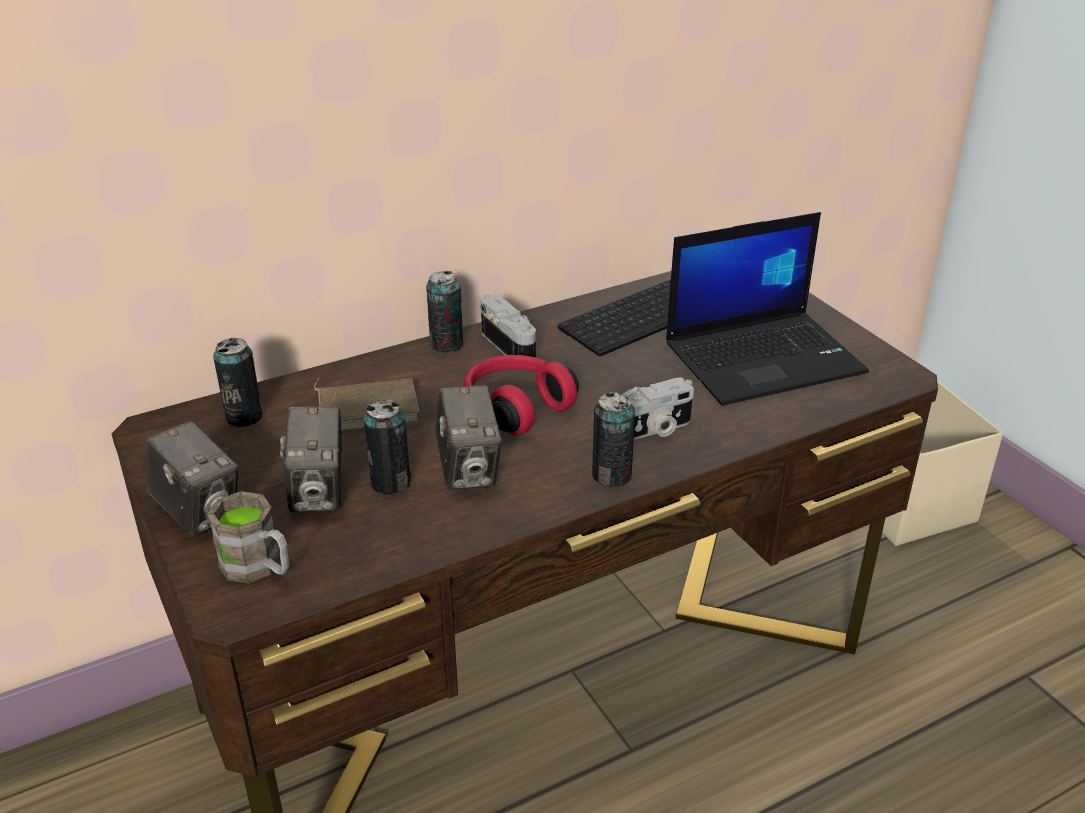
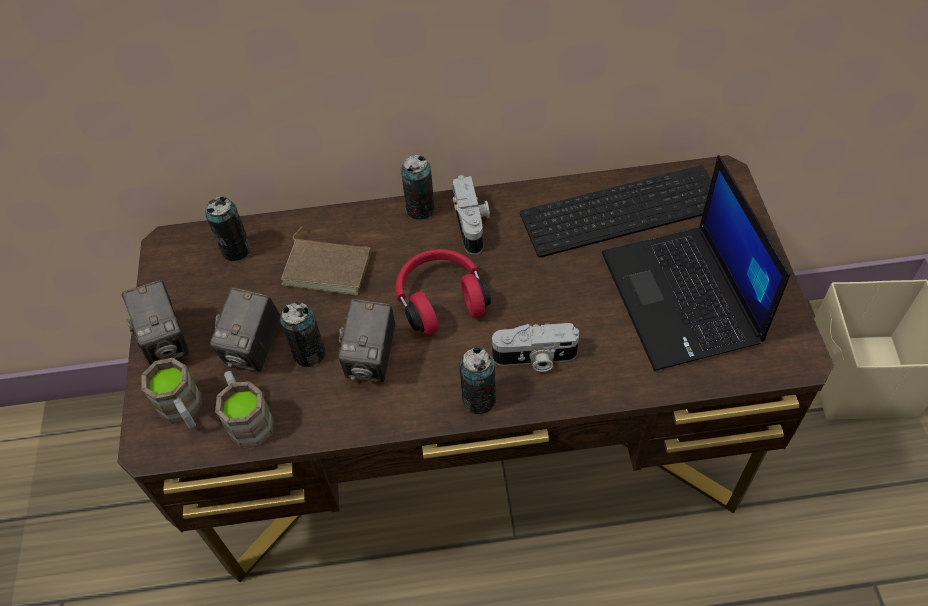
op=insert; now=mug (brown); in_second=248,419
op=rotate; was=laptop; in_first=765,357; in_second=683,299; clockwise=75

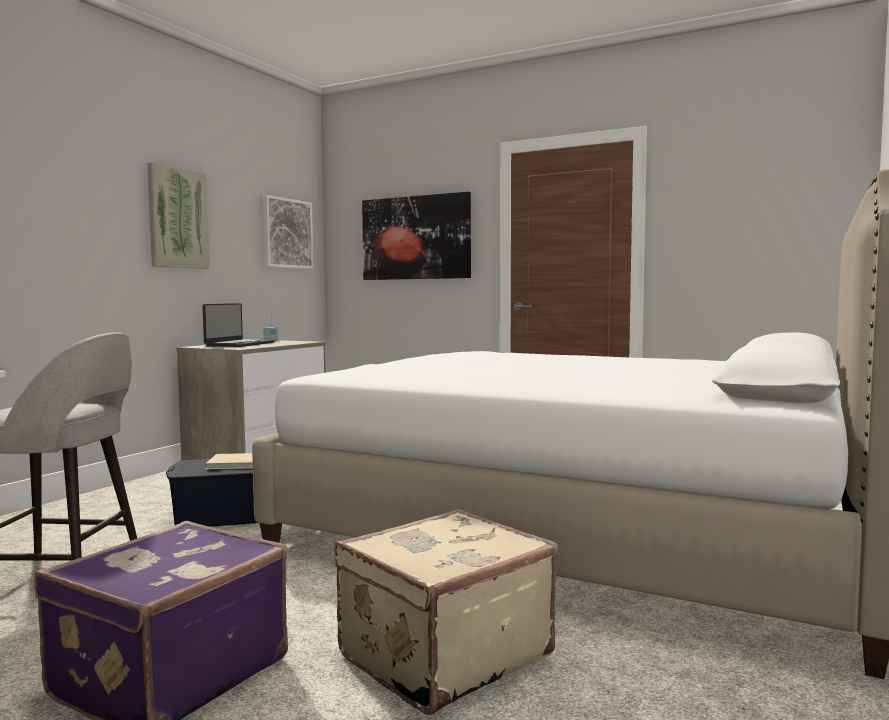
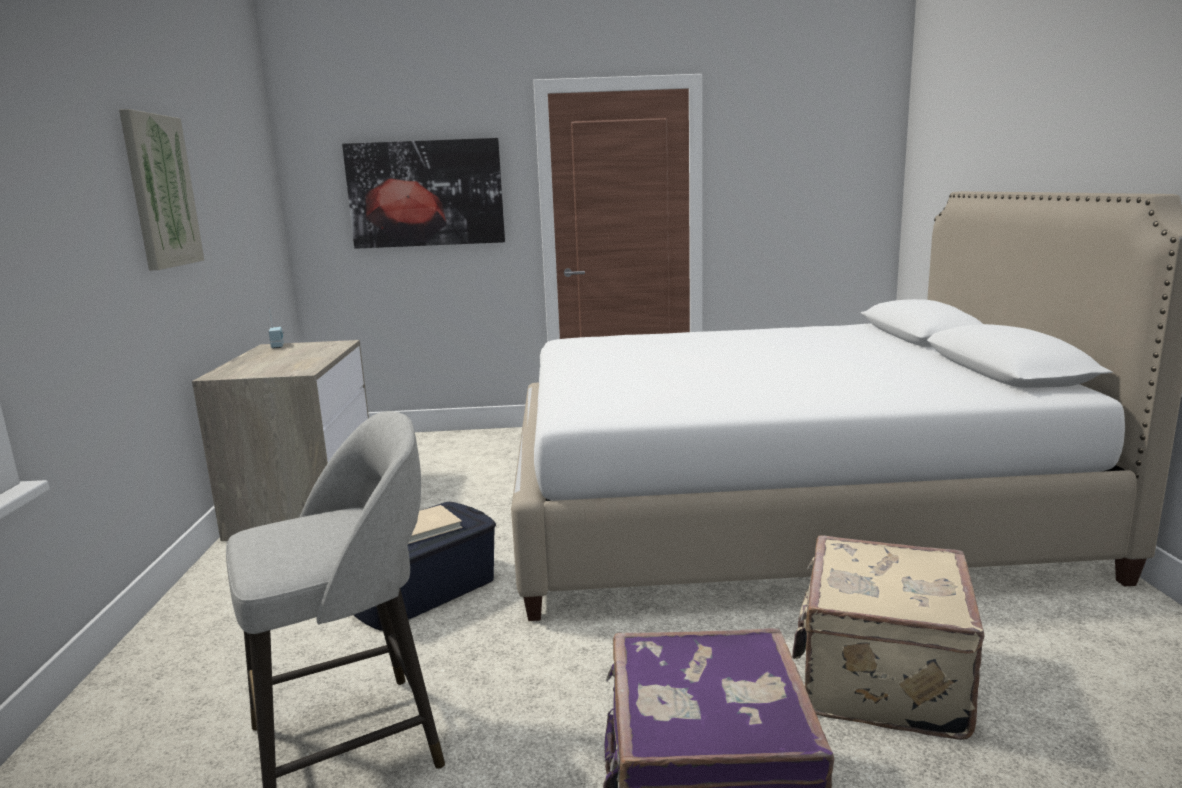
op=delete; was=laptop; in_first=239,344
op=delete; was=picture; in_first=287,233

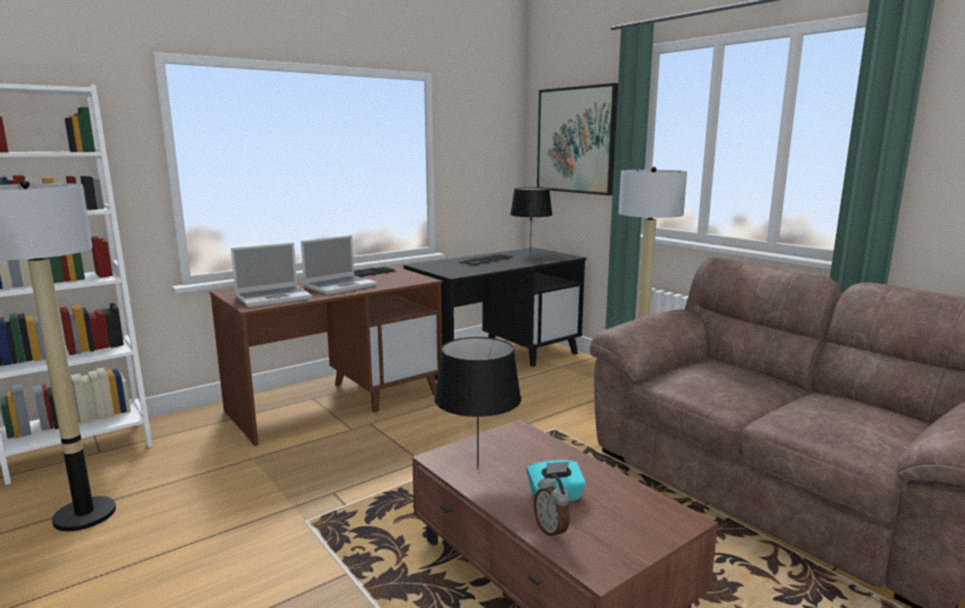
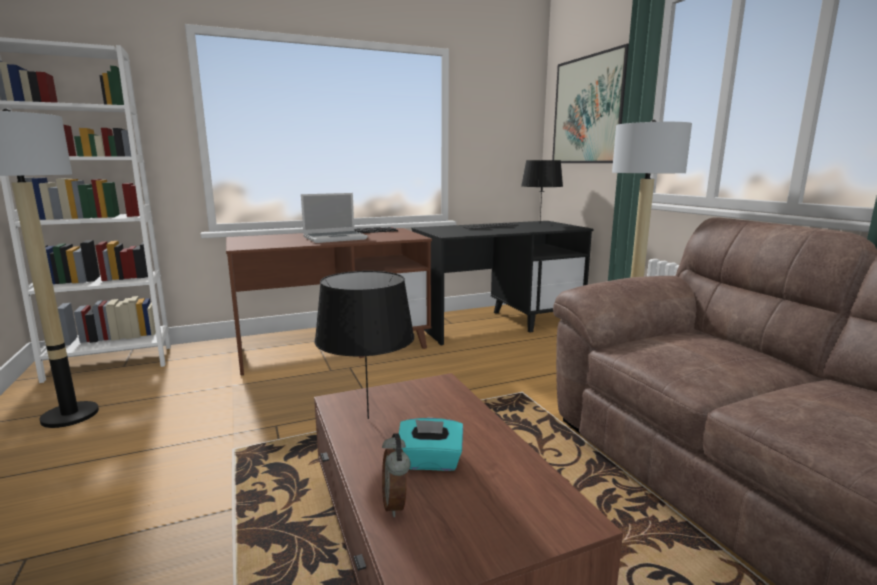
op=delete; was=laptop; in_first=274,298

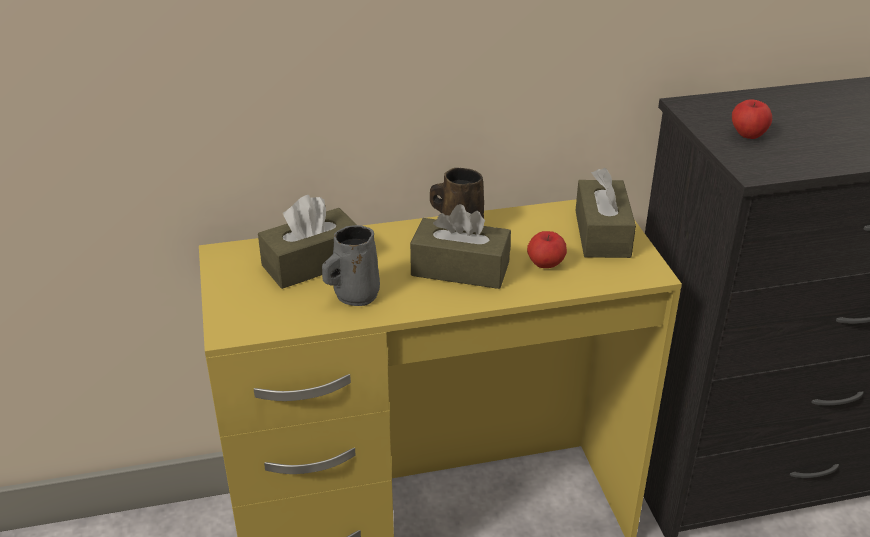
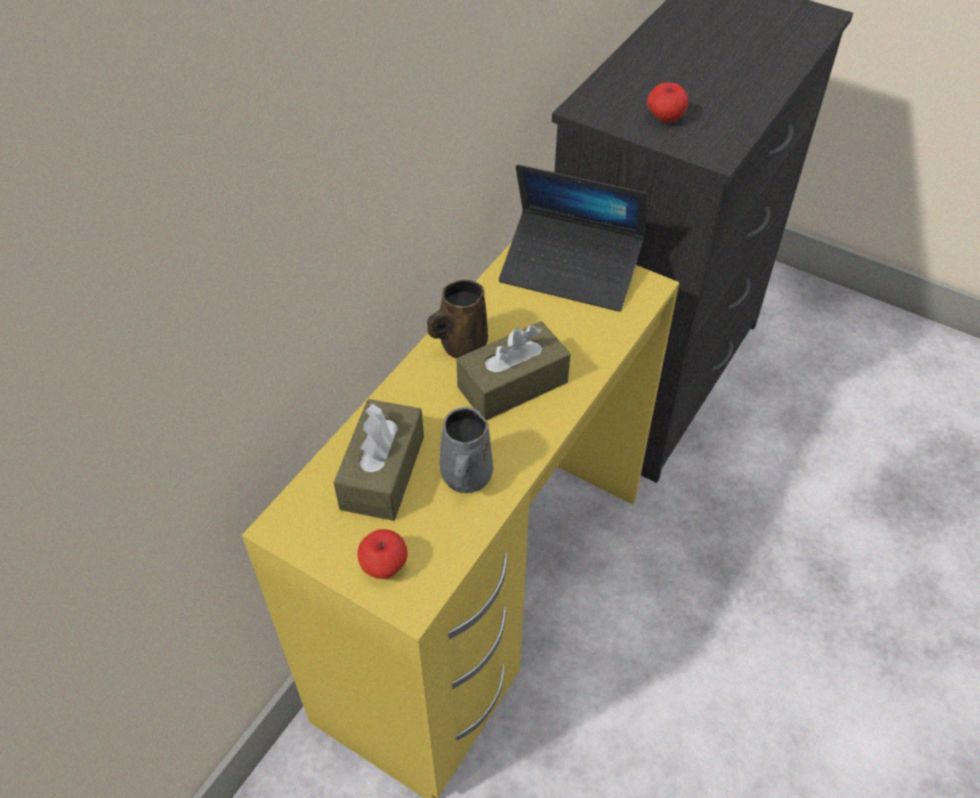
op=move; was=apple; in_first=545,265; in_second=384,566
op=replace; was=tissue box (brown); now=laptop; in_first=602,233; in_second=570,271

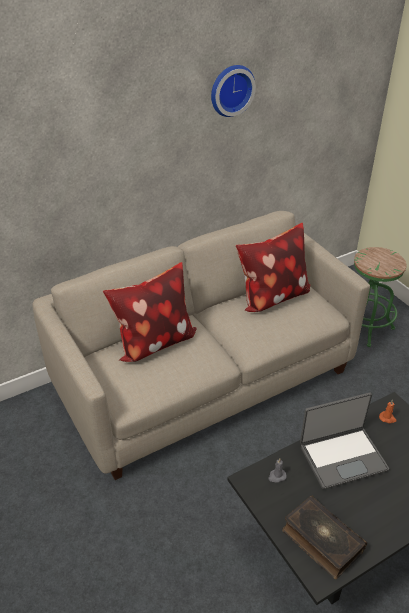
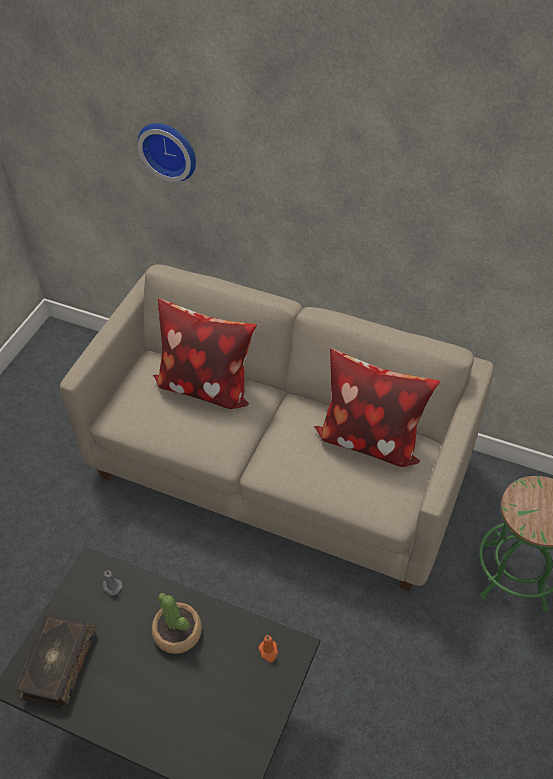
op=move; was=wall clock; in_first=230,89; in_second=169,149
op=replace; was=laptop; now=potted plant; in_first=342,456; in_second=178,632

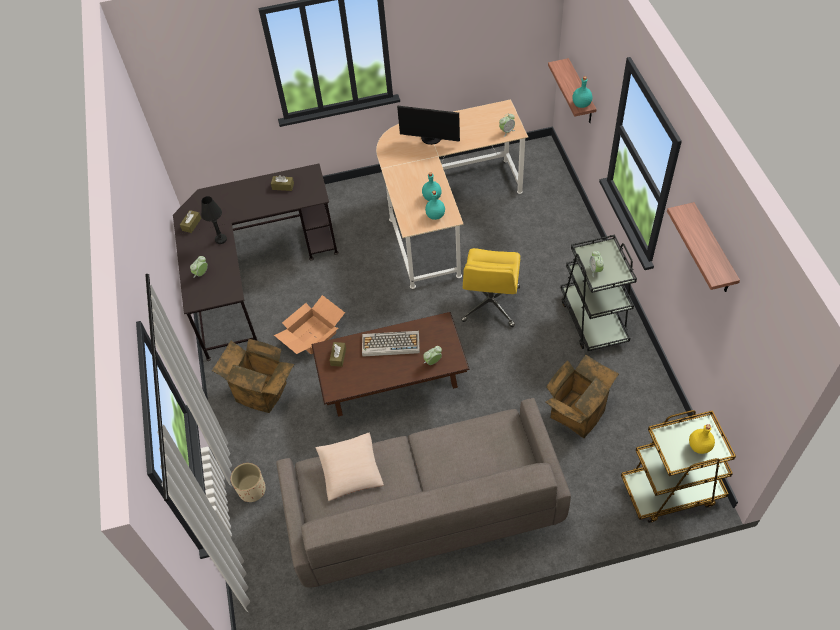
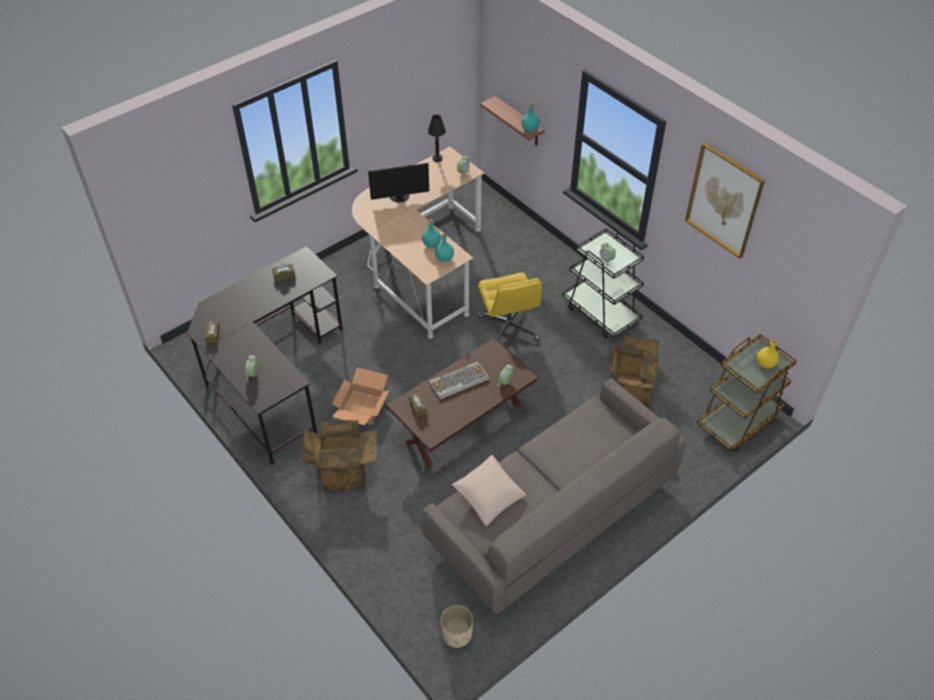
op=move; was=table lamp (black); in_first=221,239; in_second=437,158
op=move; was=planter (beige); in_first=252,490; in_second=457,634
op=replace; was=shelf; now=picture; in_first=712,251; in_second=724,200

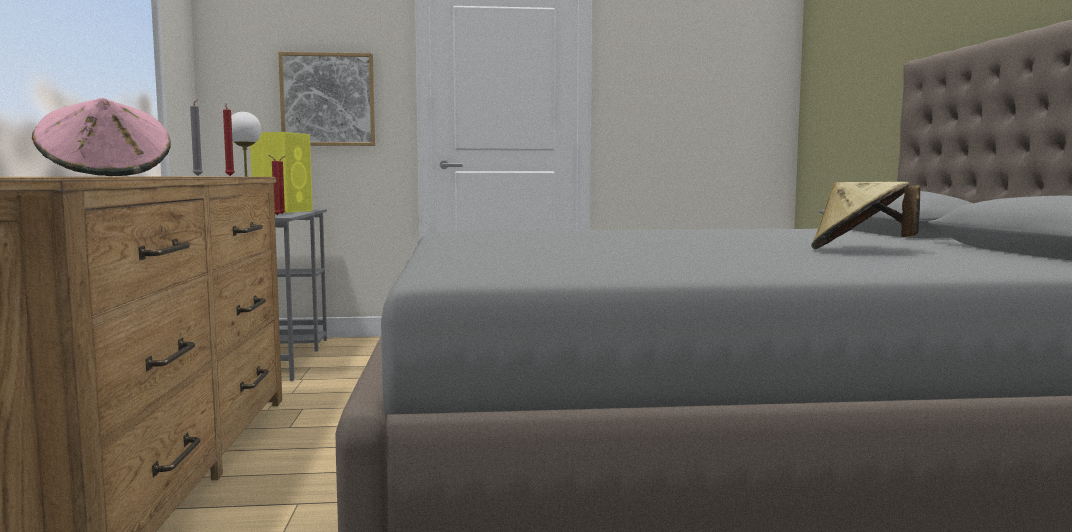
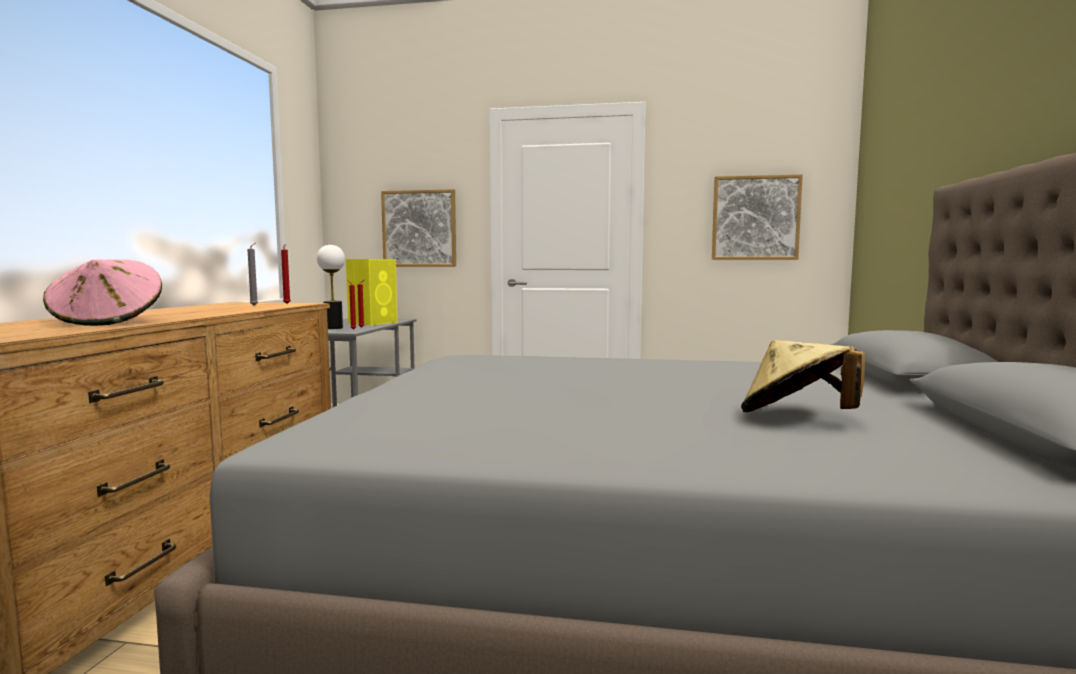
op=insert; now=picture; in_second=755,218

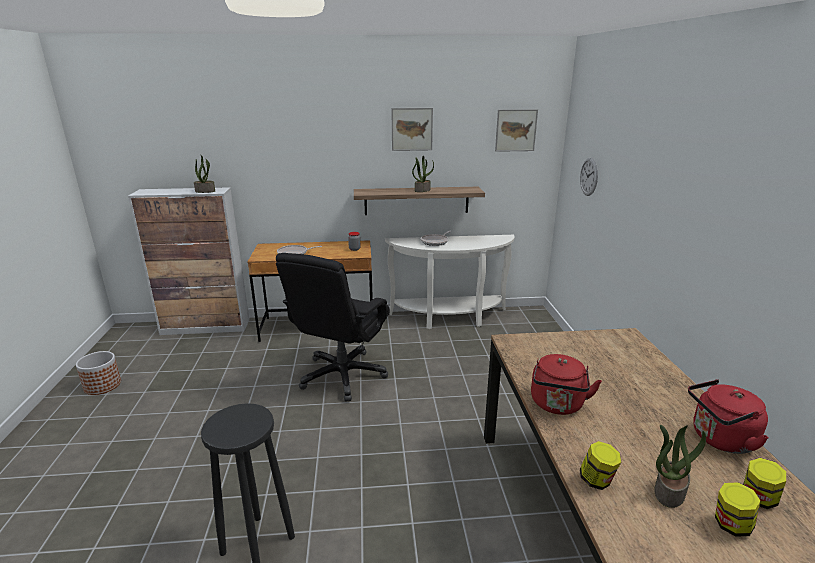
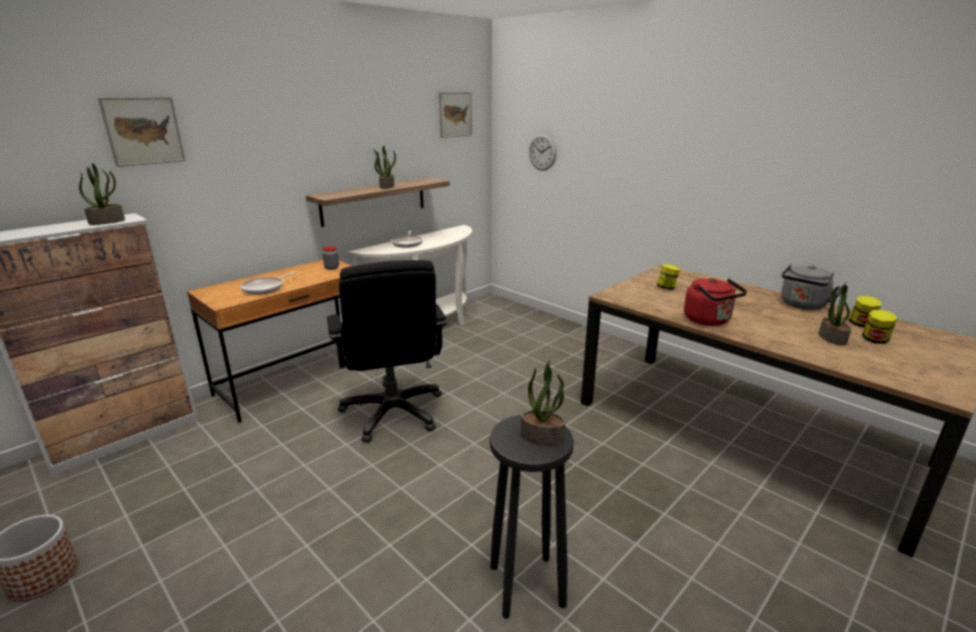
op=move; was=picture; in_first=412,129; in_second=143,131
op=insert; now=potted plant; in_second=543,436
op=move; was=jar; in_first=596,480; in_second=666,288
op=recolor; was=kettle (red); now=kettle (grey); in_first=719,439; in_second=802,305

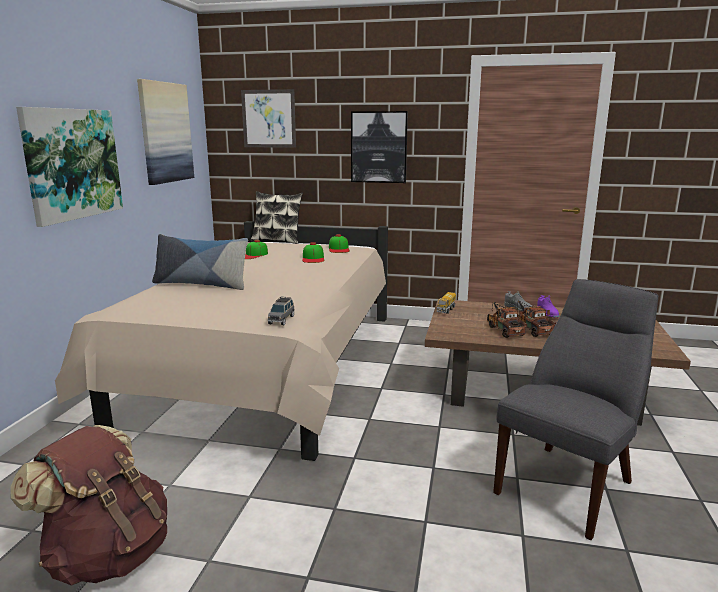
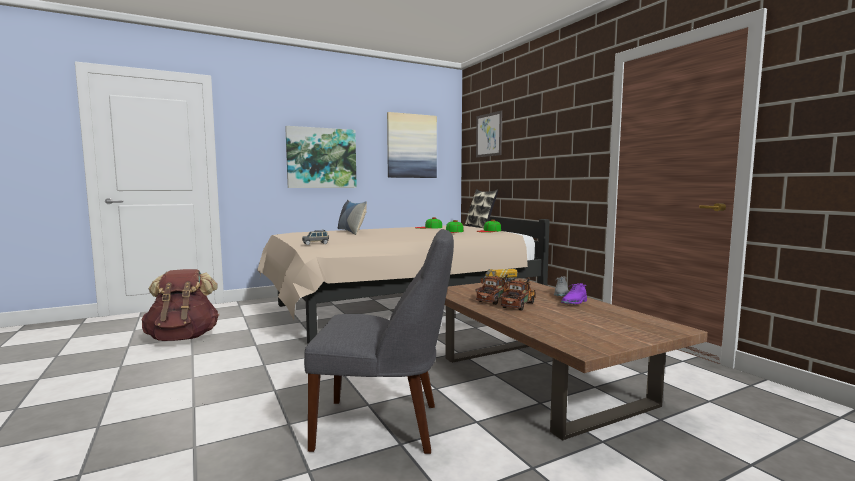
op=delete; was=picture; in_first=379,147

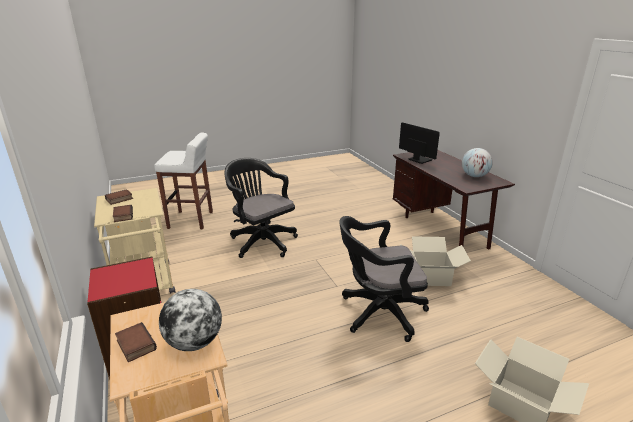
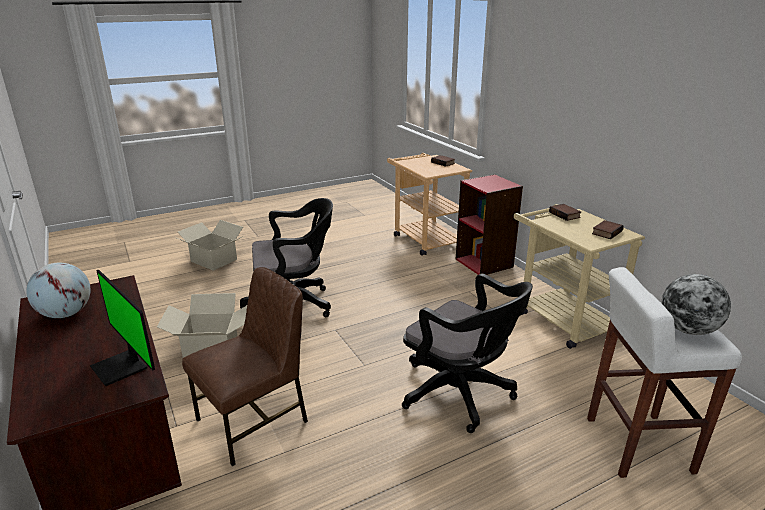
op=insert; now=chair (brown); in_second=254,421
op=move; was=globe; in_first=194,342; in_second=688,330

